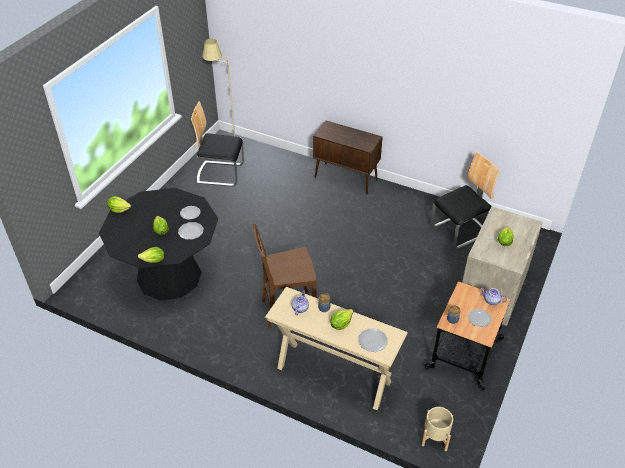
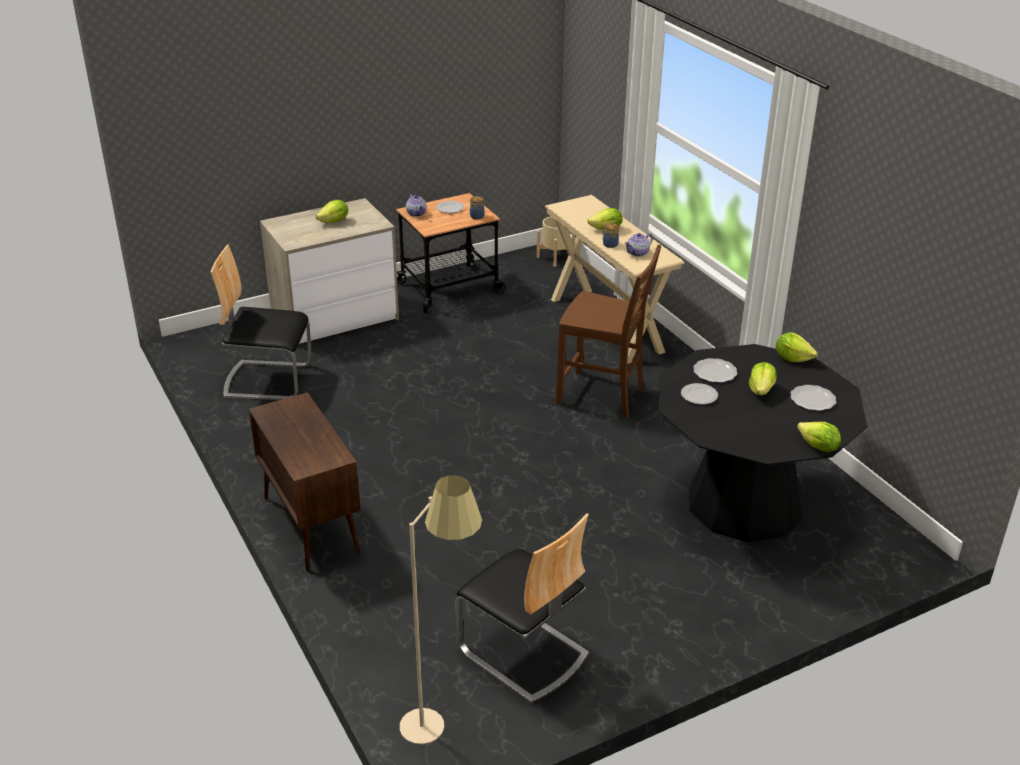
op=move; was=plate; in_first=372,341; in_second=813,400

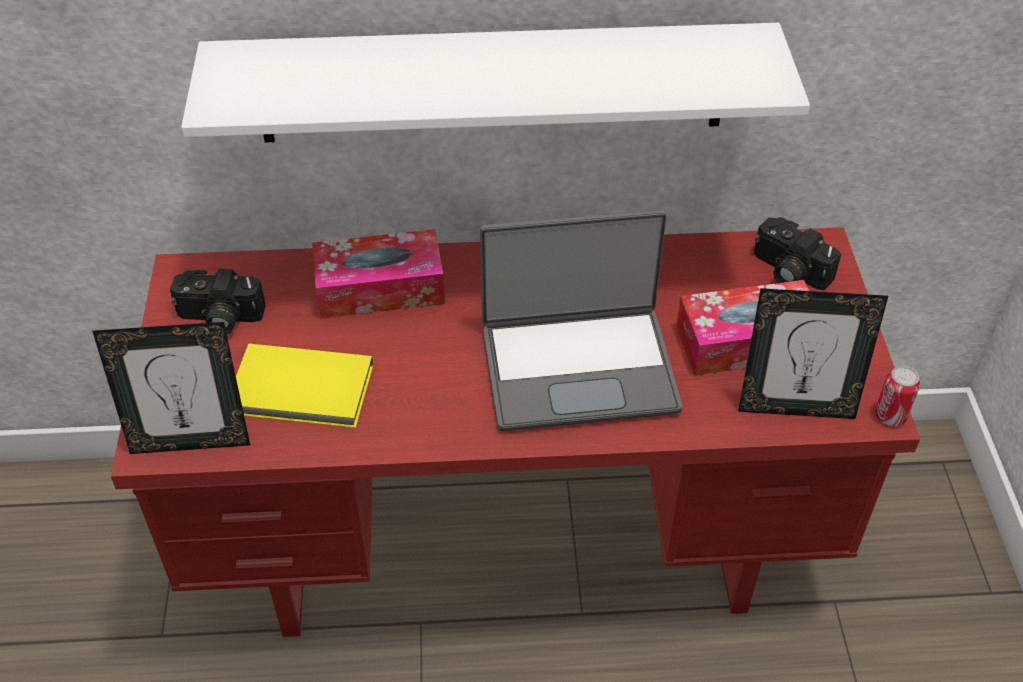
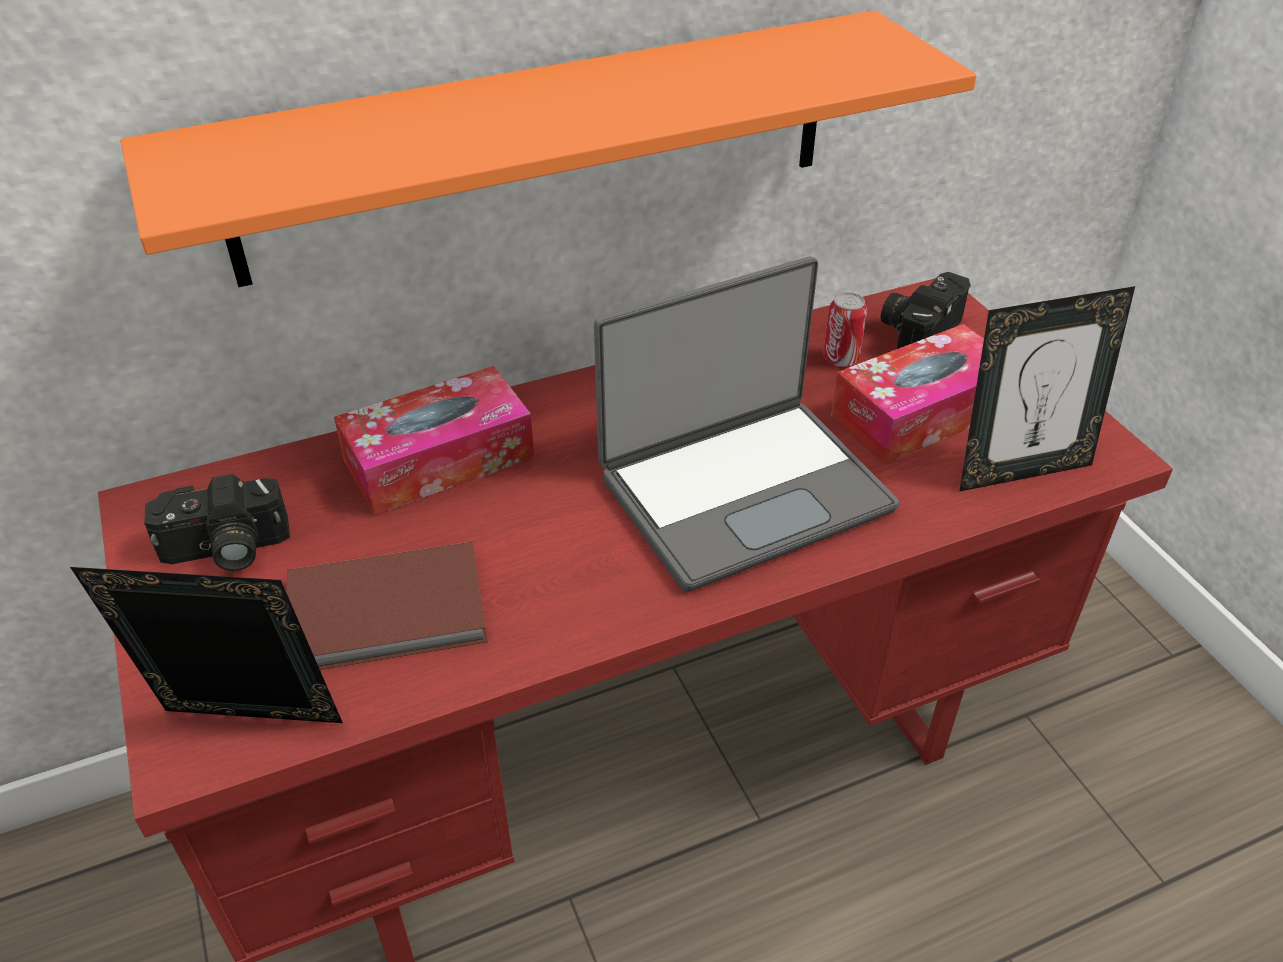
op=rotate; was=picture frame; in_first=191,441; in_second=248,729; clockwise=-150
op=recolor; was=shelf (white); now=shelf (orange); in_first=492,83; in_second=541,146
op=recolor; was=book (yellow); now=book (brown); in_first=303,391; in_second=390,614
op=move; was=can; in_first=890,416; in_second=840,359
op=rotate; was=photo camera; in_first=787,271; in_second=918,330; clockwise=105

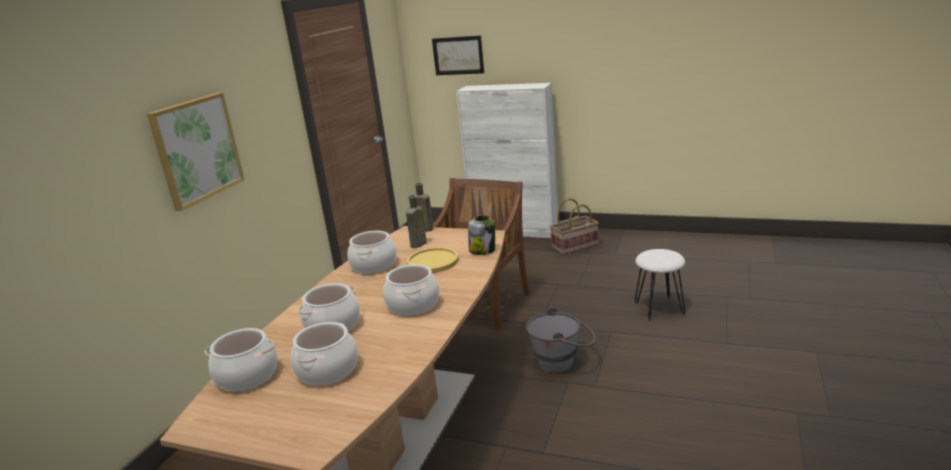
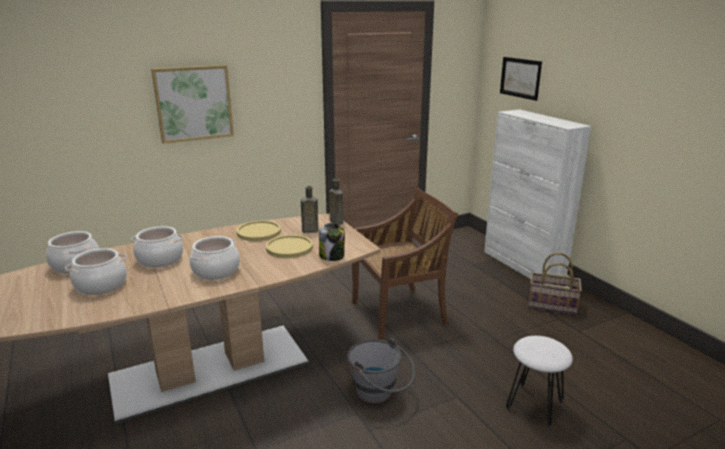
op=replace; was=cooking pot; now=plate (yellow); in_first=373,265; in_second=259,232

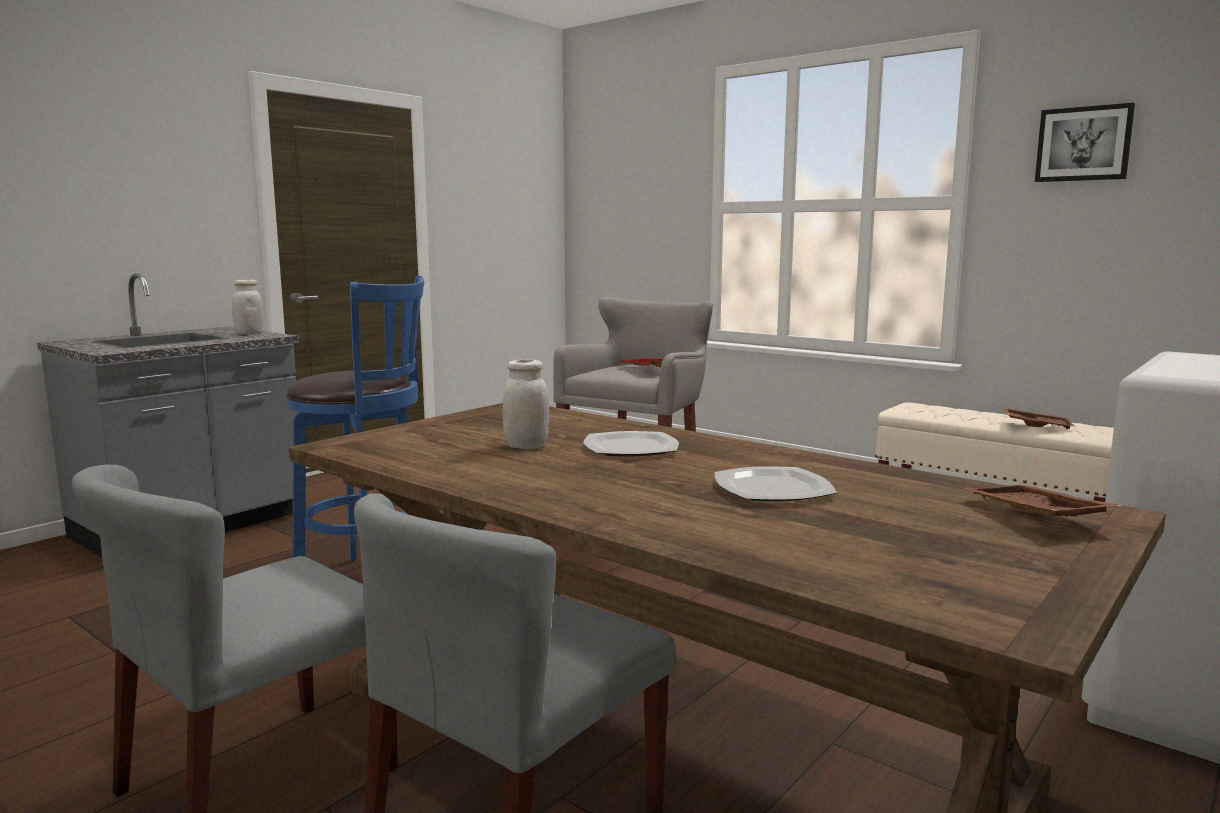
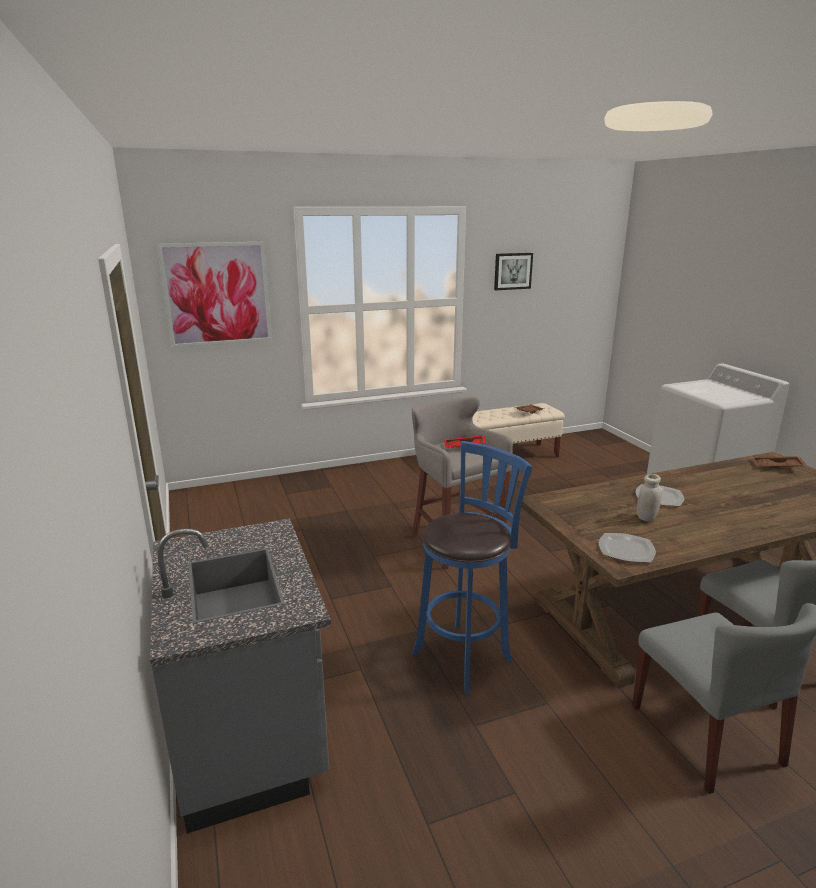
op=insert; now=picture; in_second=217,294
op=move; was=plate; in_first=773,489; in_second=625,549
op=delete; was=jar (white); in_first=249,333

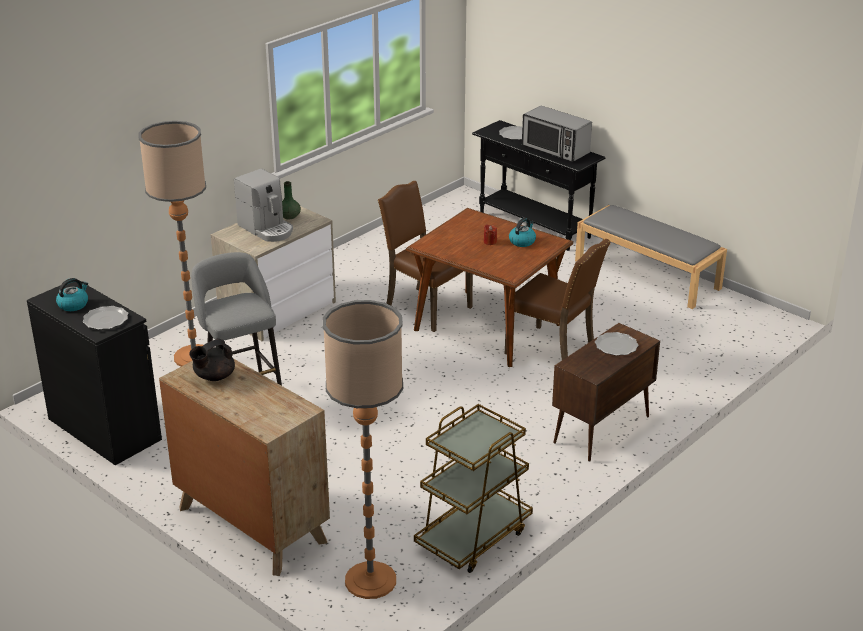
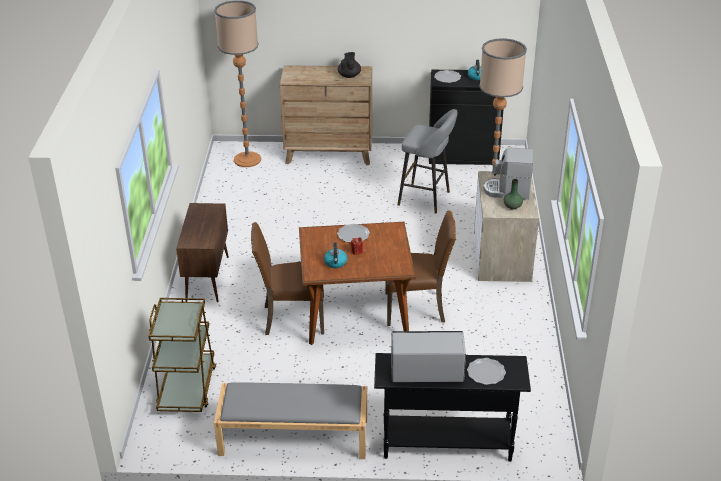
op=move; was=cart (brown); in_first=473,537; in_second=187,388
op=move; was=plate; in_first=616,346; in_second=353,235

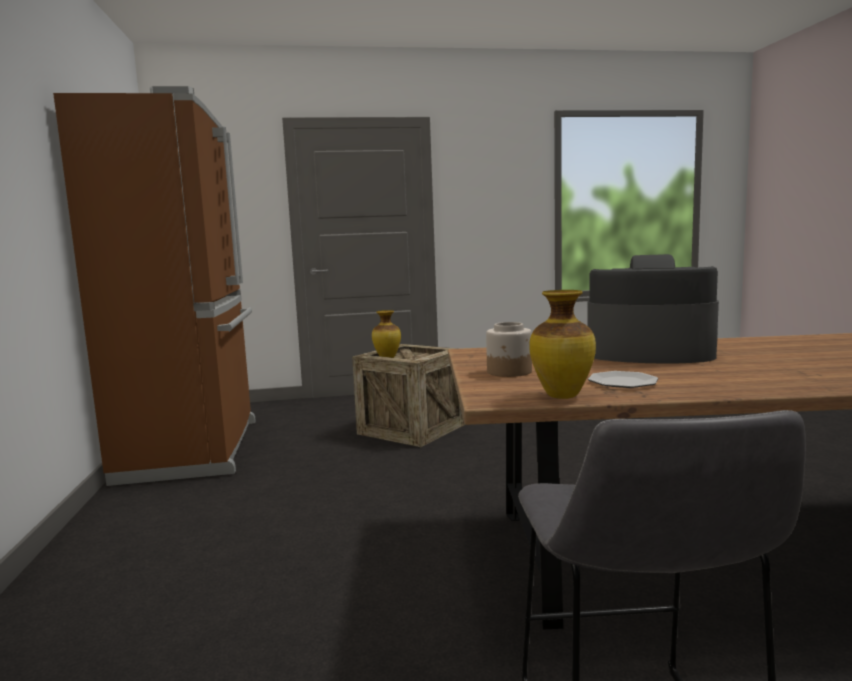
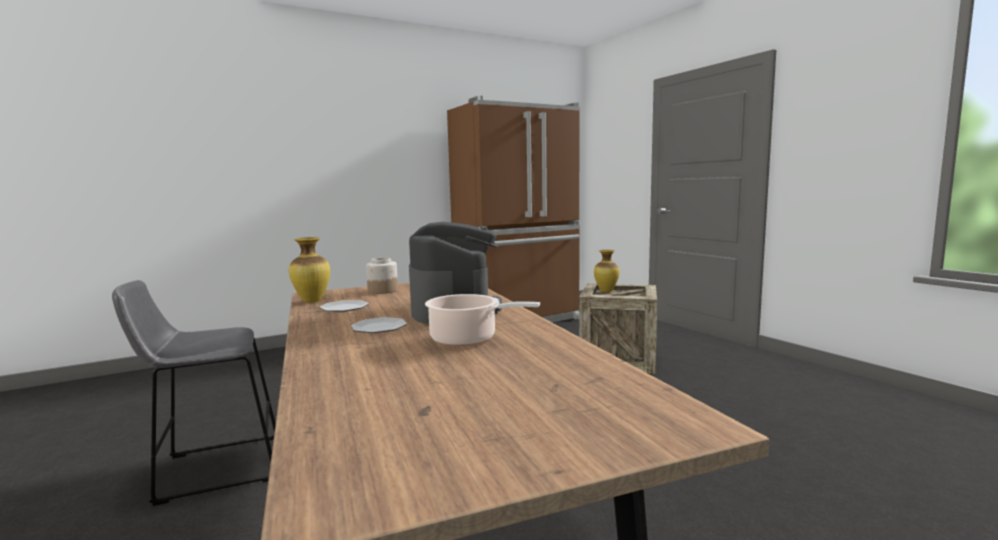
op=insert; now=plate; in_second=378,327
op=insert; now=cooking pot; in_second=467,339

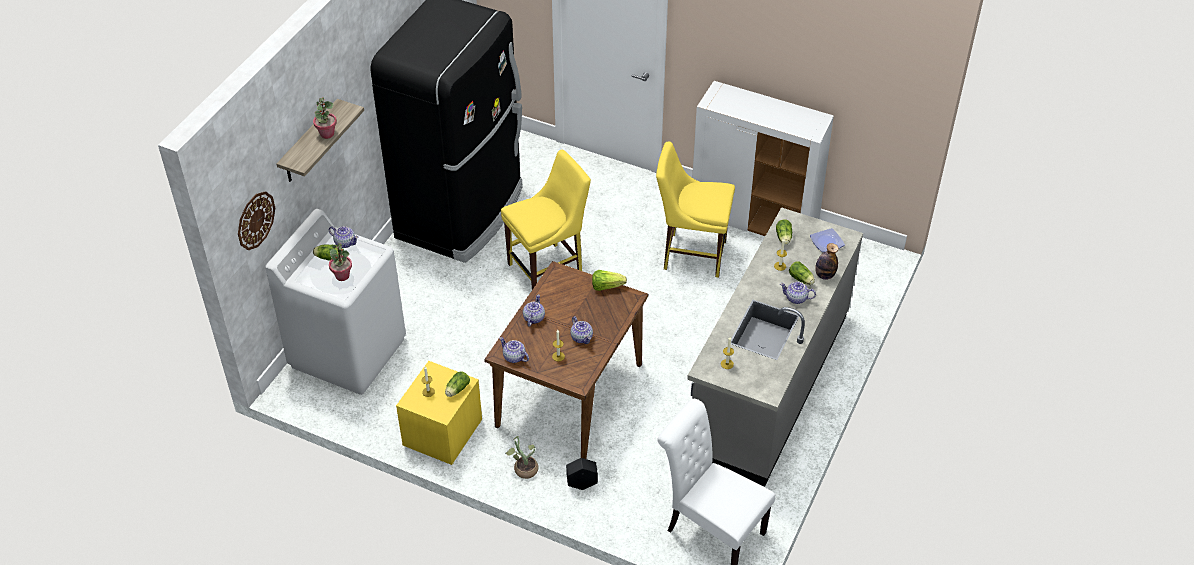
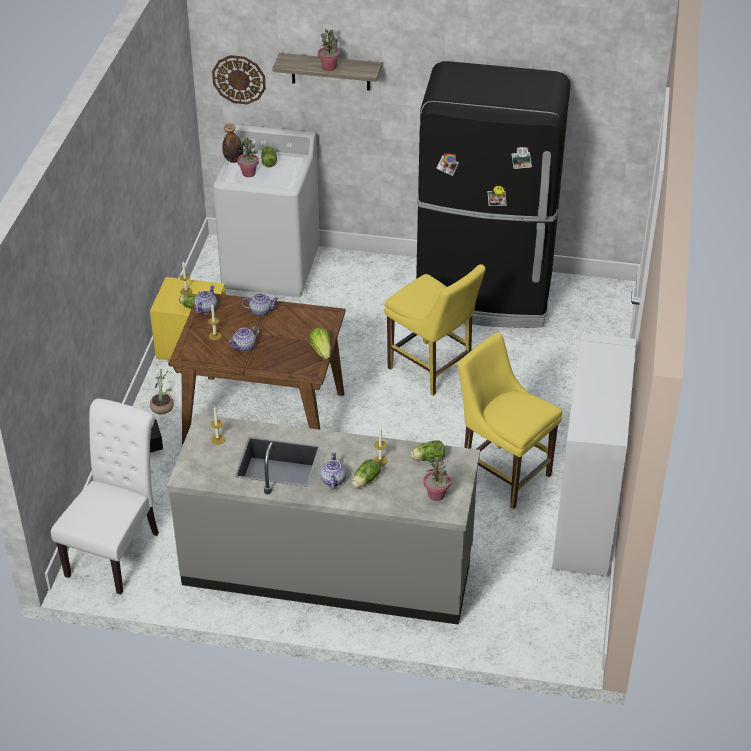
op=move; was=bottle; in_first=824,275; in_second=233,160
op=replace; was=plate; now=potted plant; in_first=827,242; in_second=436,495
op=rotate; was=chair (yellow); in_first=691,254; in_second=503,473; clockwise=-45
op=delete; was=teapot; in_first=345,242

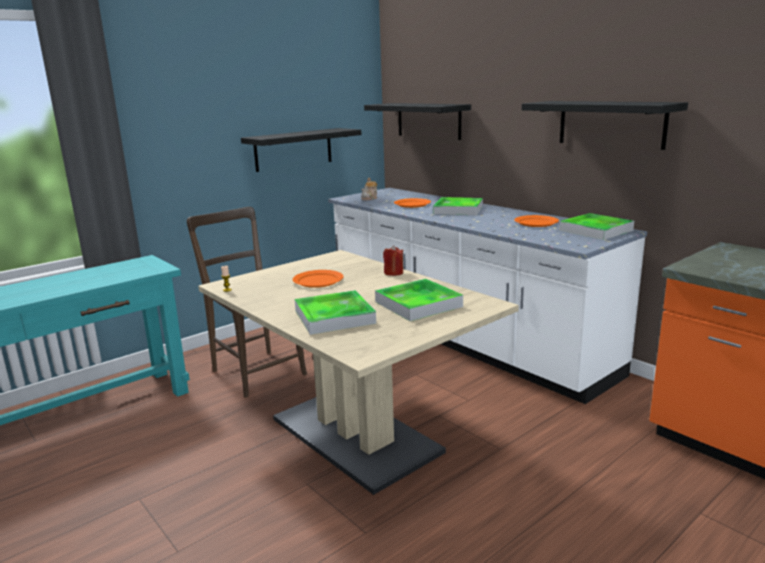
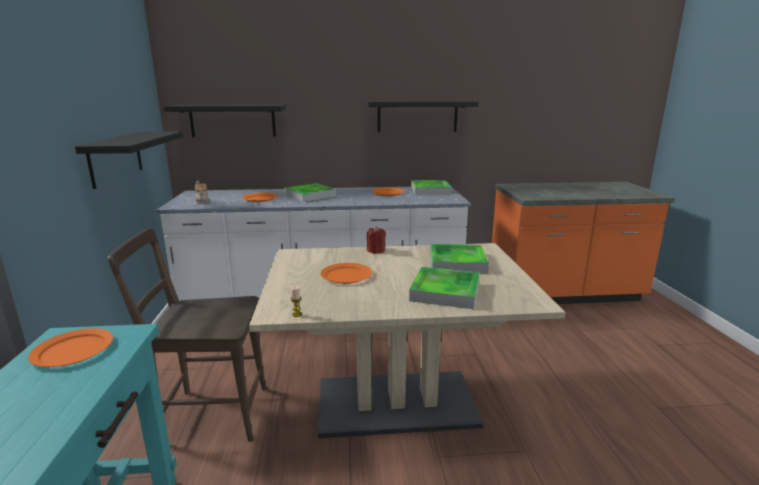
op=insert; now=plate (orange); in_second=72,351

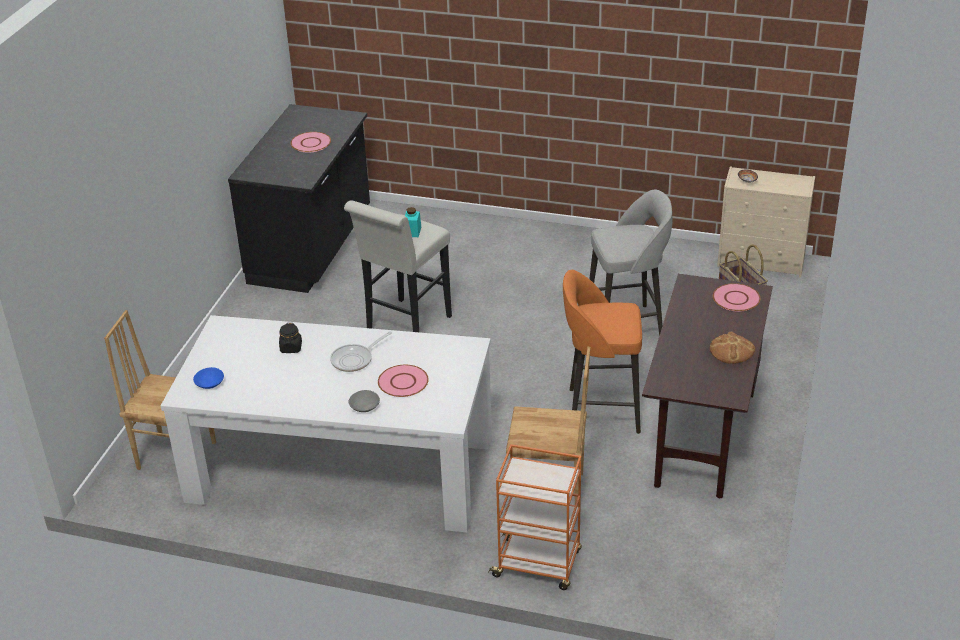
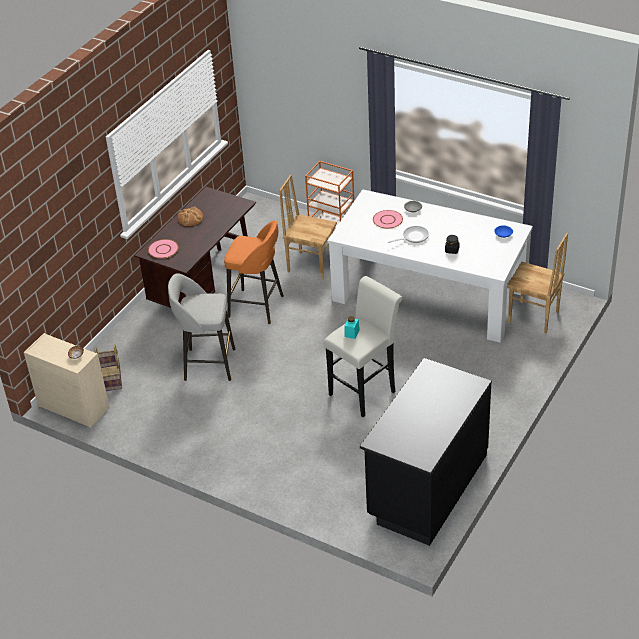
op=delete; was=plate (pink); in_first=311,143

